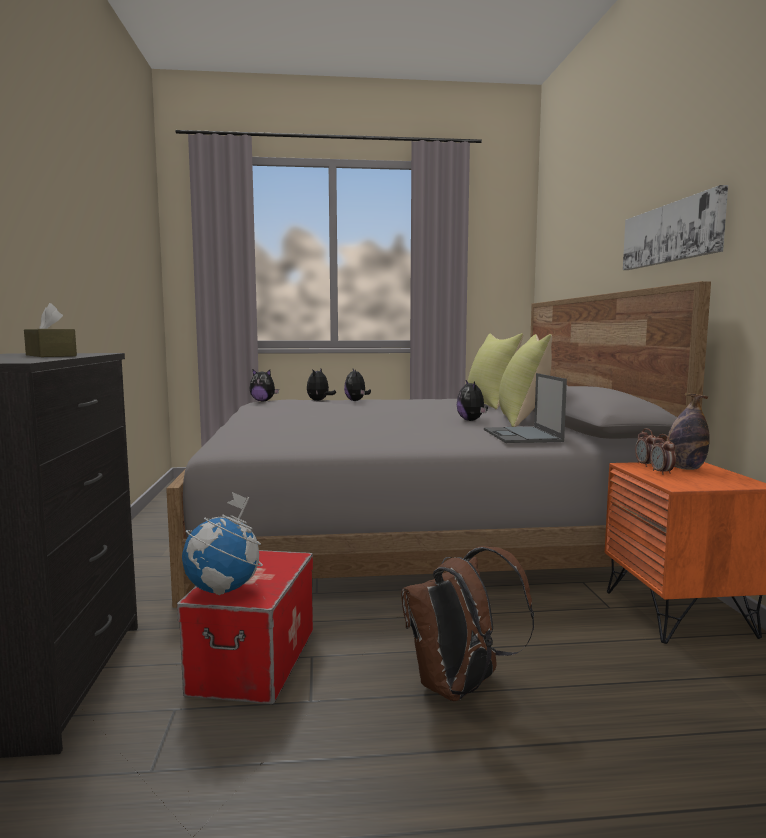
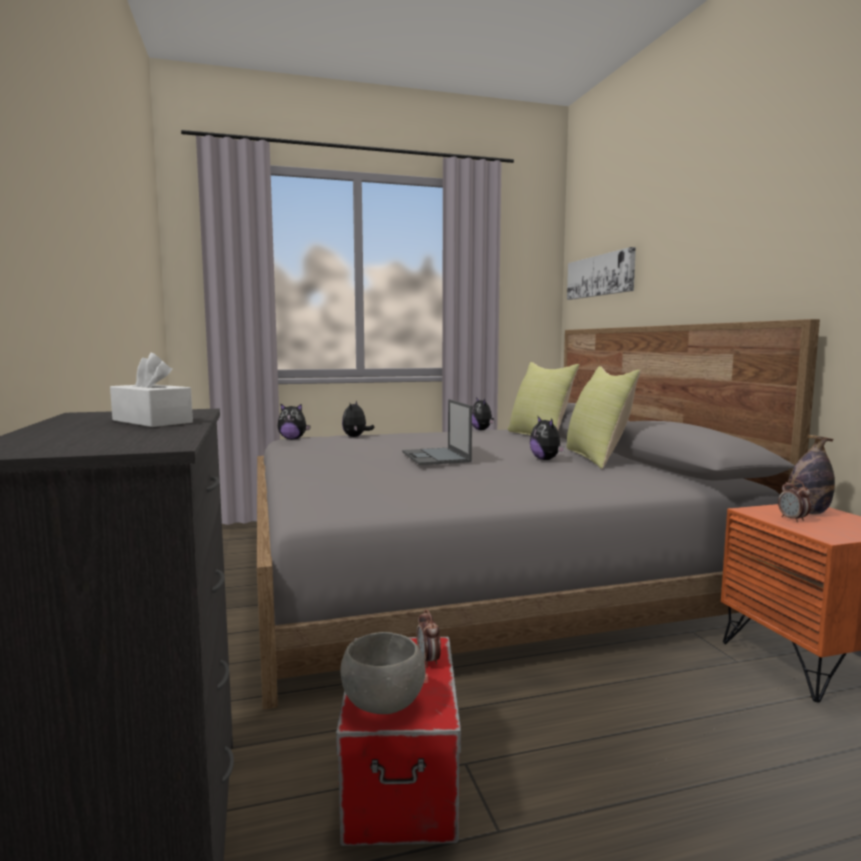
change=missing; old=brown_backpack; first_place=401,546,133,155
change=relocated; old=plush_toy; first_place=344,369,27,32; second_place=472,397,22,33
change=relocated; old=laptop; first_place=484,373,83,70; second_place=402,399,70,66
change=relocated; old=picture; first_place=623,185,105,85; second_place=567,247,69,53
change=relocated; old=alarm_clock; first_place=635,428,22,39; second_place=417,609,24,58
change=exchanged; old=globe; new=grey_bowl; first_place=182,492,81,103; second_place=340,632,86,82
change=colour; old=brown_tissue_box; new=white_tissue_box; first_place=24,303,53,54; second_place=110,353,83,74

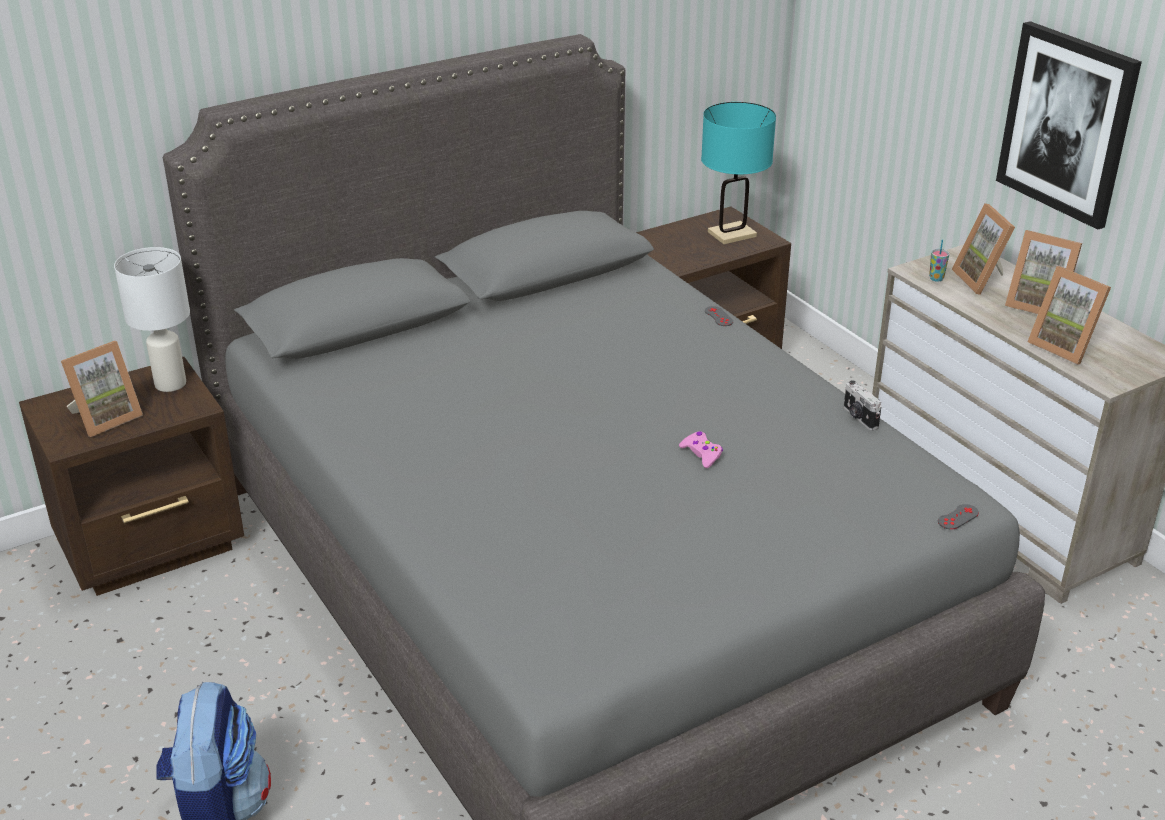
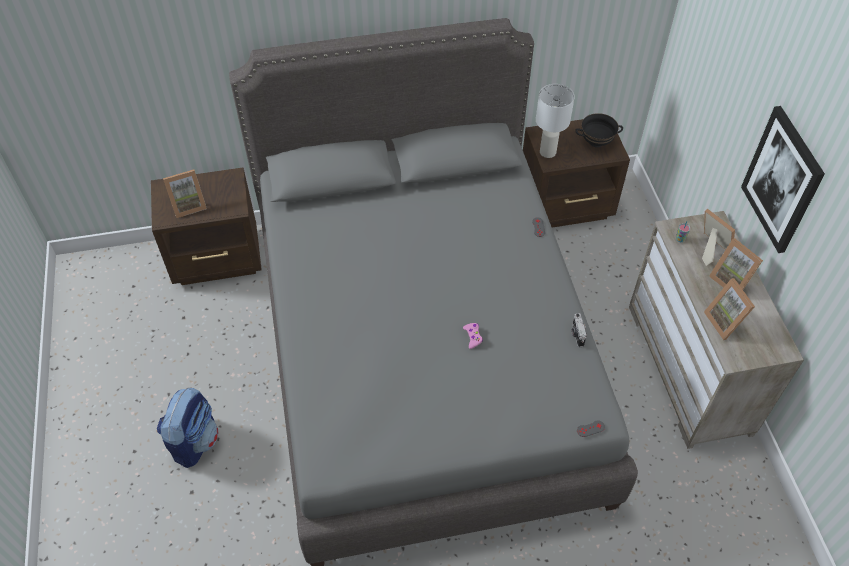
change=relocated; old=white_table_lamp; first_place=114,247,76,145; second_place=536,84,39,74
change=exchanged; old=turquoise_table_lamp; new=black_bowl; first_place=701,102,75,142; second_place=575,113,48,34
change=spun; old=picture_frame; first_place=952,203,63,92; second_place=702,208,33,58; degrees=135

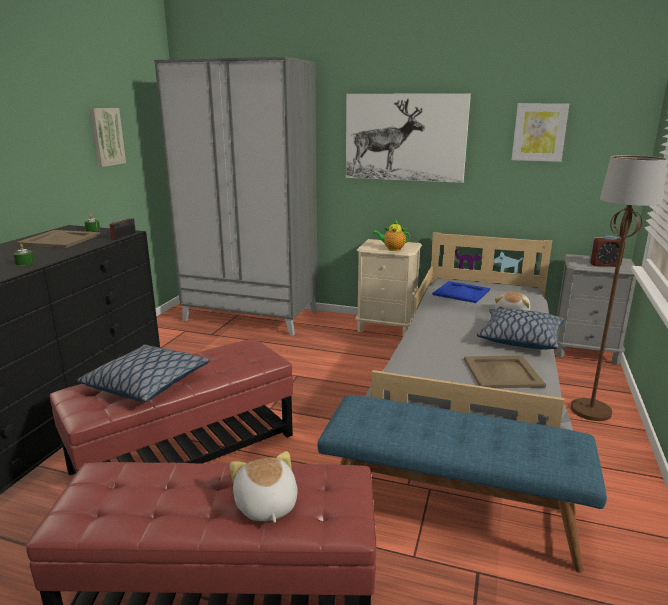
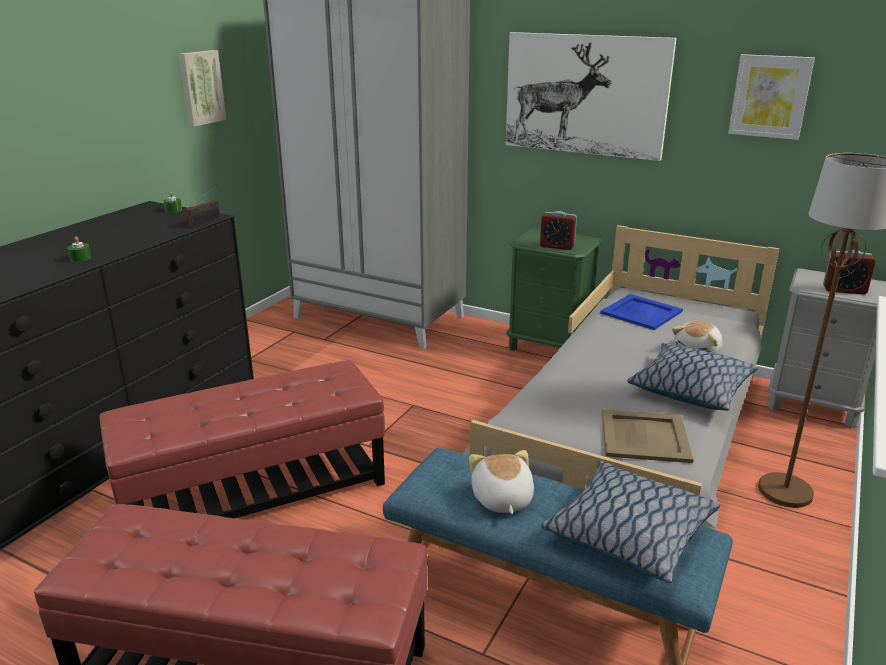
change=missing; old=beige_tray; first_place=16,230,84,18
change=relocated; old=pillow; first_place=77,345,133,57; second_place=541,461,179,122
change=relocated; old=plush_toy; first_place=229,451,69,72; second_place=469,450,65,64
change=exchanged; old=teapot; new=alarm_clock; first_place=373,220,37,31; second_place=540,211,37,39
change=colour; old=beige_nightstand; new=green_nightstand; first_place=355,239,67,97; second_place=506,228,96,123

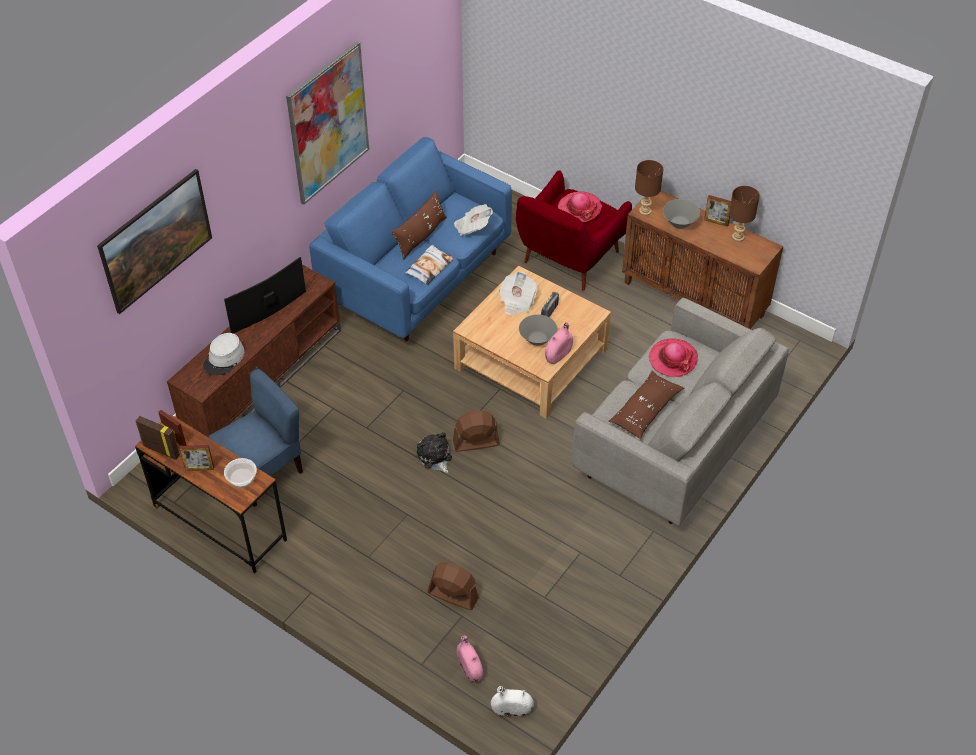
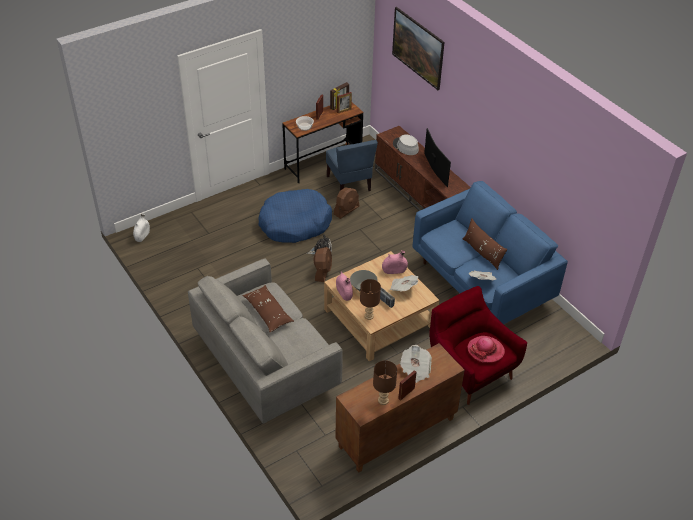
change=missing; old=picture; first_place=286,41,83,164
change=missing; old=pillow; first_place=405,245,49,40
change=missing; old=hat; first_place=649,338,49,39
change=appeared; new=blue_dog_bed; second_place=258,189,74,54
change=relocated; old=brown_fan; first_place=428,562,51,48; second_place=334,188,25,31
change=relocated; old=pink_vase; first_place=457,636,26,46; second_place=382,250,26,24
change=relocated; old=brown_table_lamp; first_place=635,160,28,56; second_place=360,279,21,41
change=exchanged; old=grey_bowl; new=newspaper; first_place=663,199,37,30; second_place=400,345,32,38

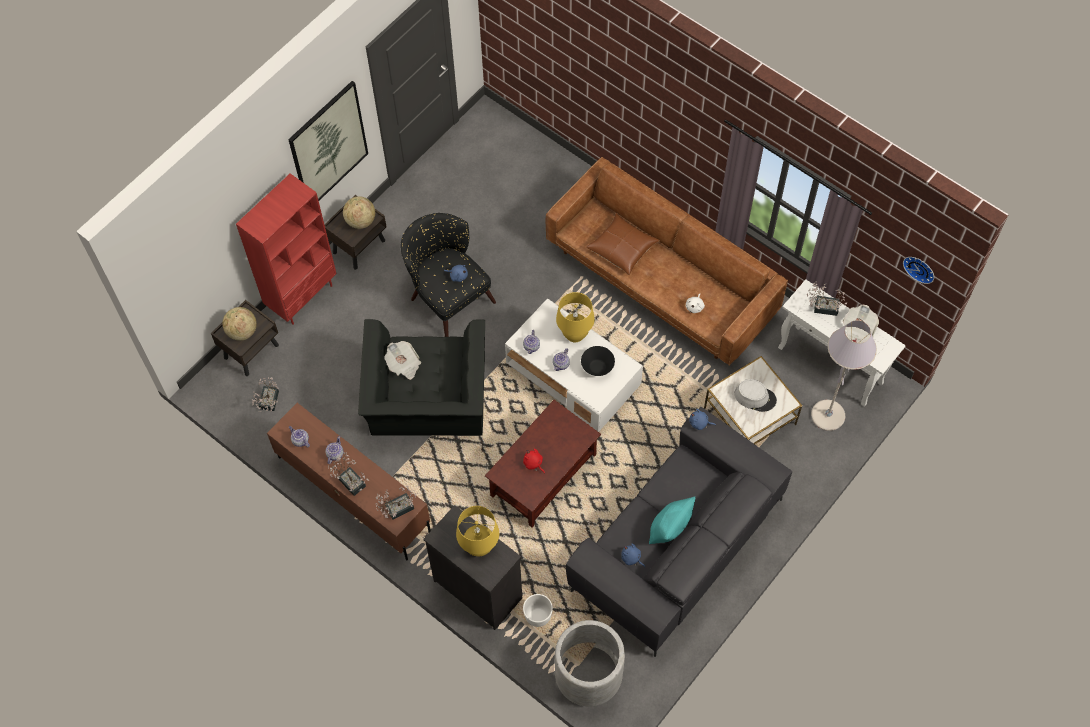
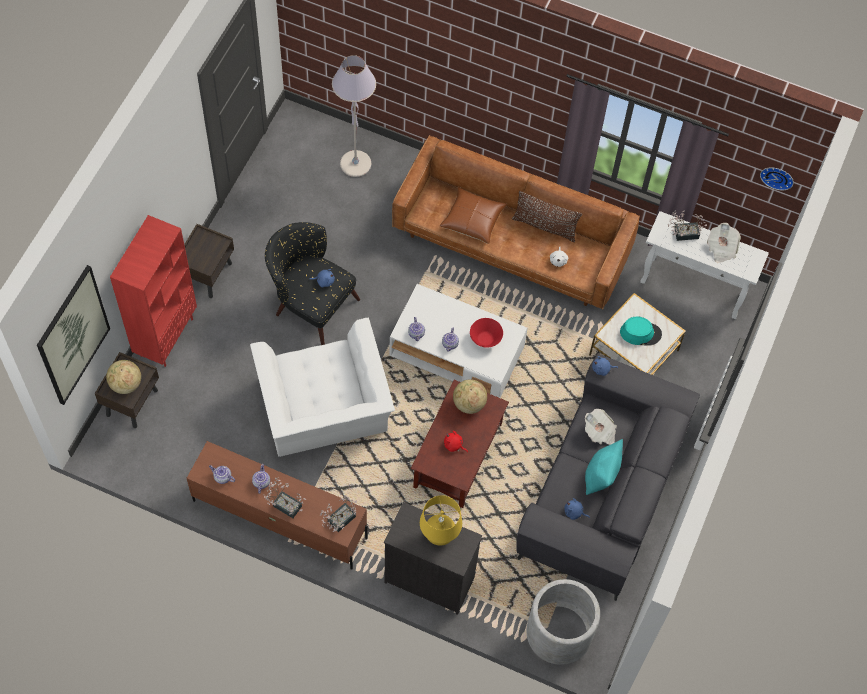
change=missing; old=potted_plant; first_place=251,377,28,35
change=missing; old=white_planter; first_place=523,594,30,33
change=missing; old=yellow_table_lamp; first_place=556,292,39,50
change=appeared; new=brown_pillow; second_place=512,191,70,51
change=relocated; old=picture; first_place=288,81,80,120; second_place=37,265,73,140
change=relocated; old=globe; first_place=343,196,32,33; second_place=453,379,34,35
change=relocated; old=newspaper; first_place=384,341,37,39; second_place=585,409,32,36
change=relocated; old=grey_floor_lamp; first_place=811,320,66,111; second_place=332,55,44,122
change=colour; old=black_armchair; new=white_armchair; first_place=358,319,127,117; second_place=250,318,145,139
change=colour; old=black_bowl; new=red_bowl; first_place=581,346,34,30; second_place=470,318,33,30
change=colour; old=grey_hat; new=turquoise_hat; first_place=735,379,42,33; second_place=620,317,42,29

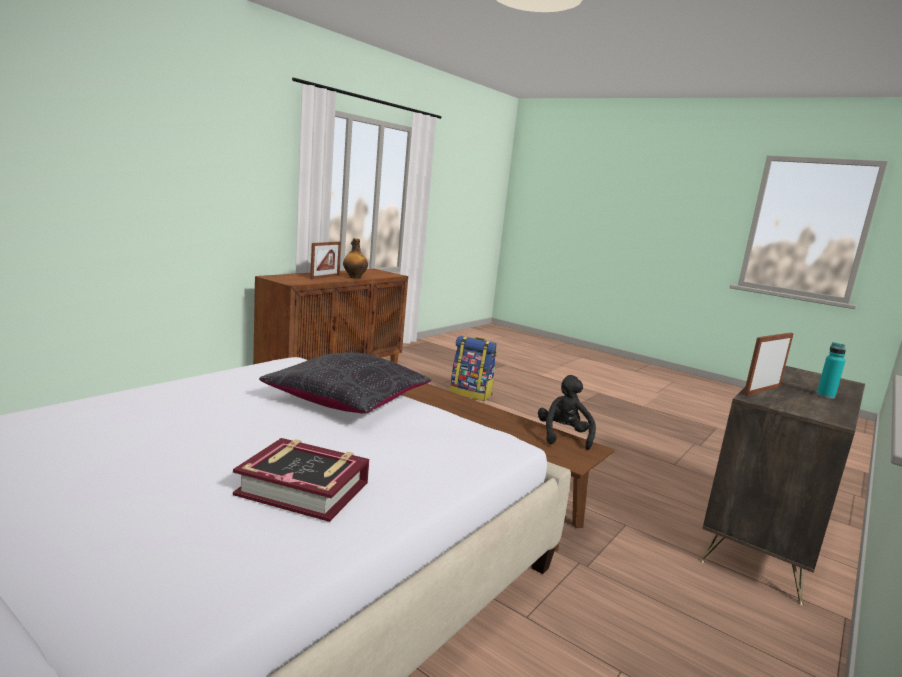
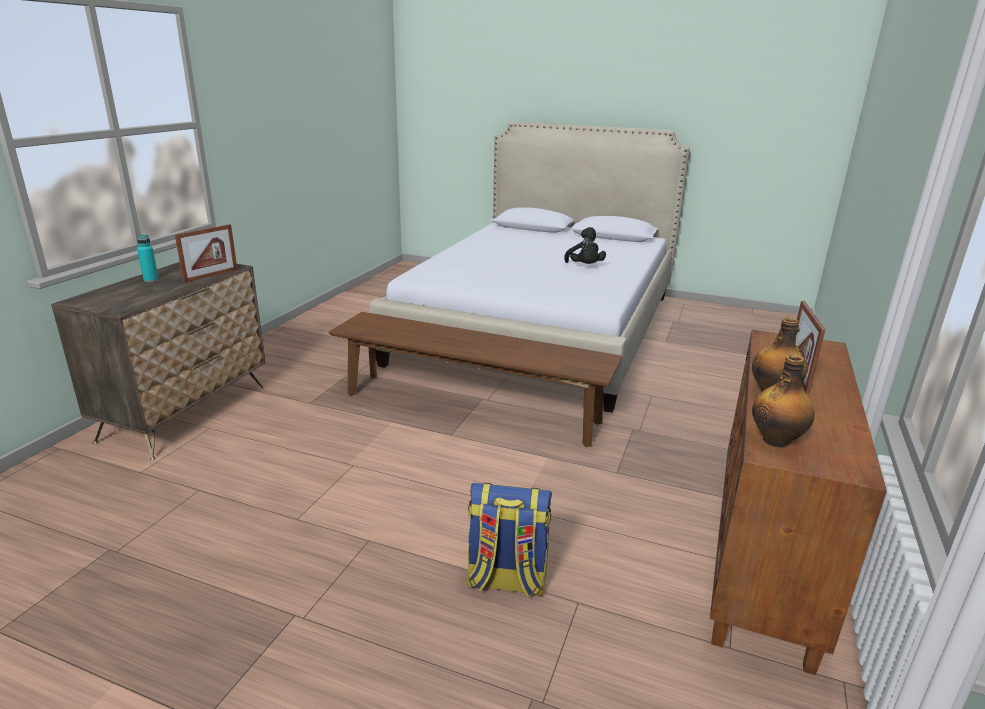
change=missing; old=book; first_place=233,438,136,84
change=missing; old=black_pillow; first_place=259,352,173,62
change=appeared; new=bottle; second_place=752,355,63,93
change=relocated; old=black_plush_toy; first_place=538,375,58,75; second_place=564,227,42,37

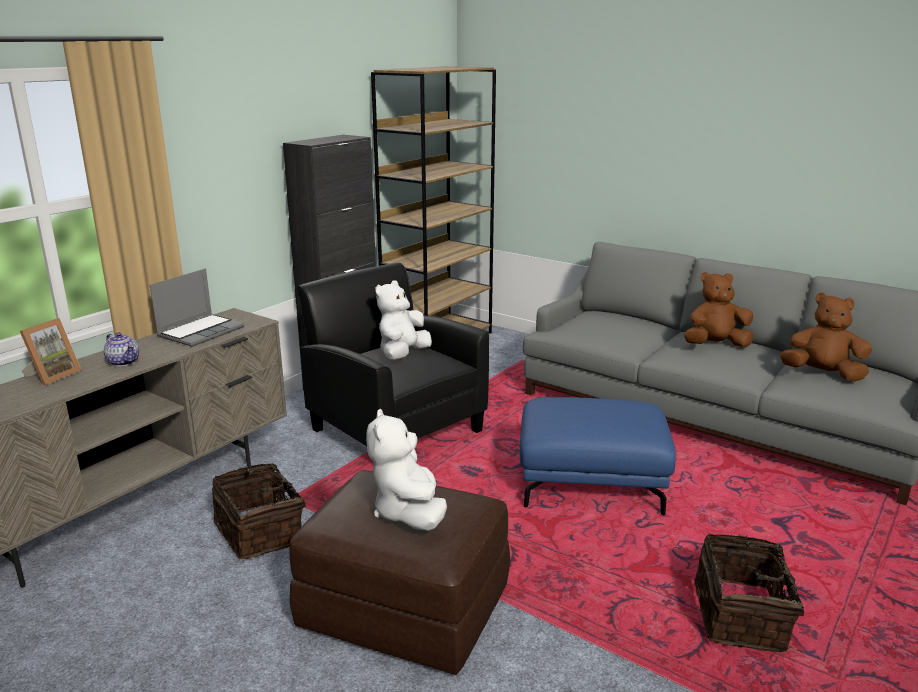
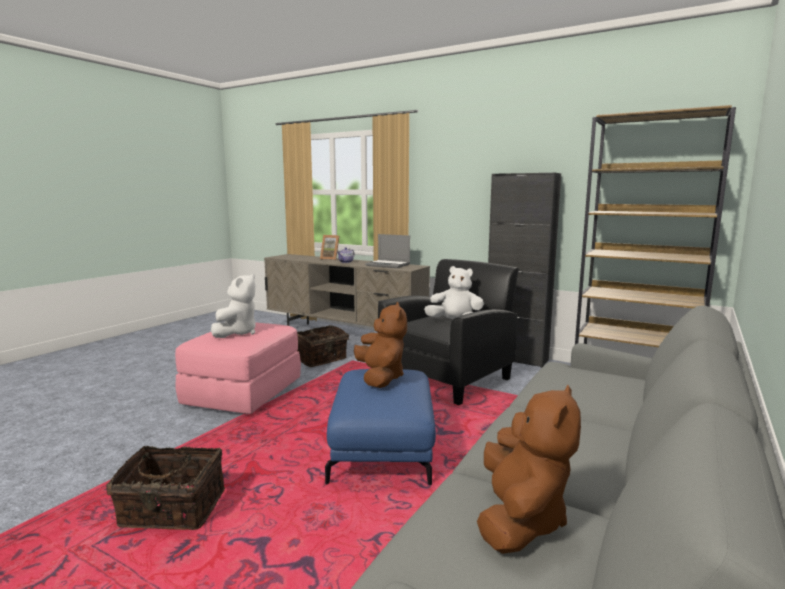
change=relocated; old=brown_plush_toy; first_place=685,272,68,75; second_place=354,302,53,86
change=colour; old=brown_ottoman; new=pink_ottoman; first_place=289,470,222,205; second_place=175,322,126,92
change=spun; old=white_plush_toy; first_place=366,409,81,122; second_place=211,274,45,64; degrees=120

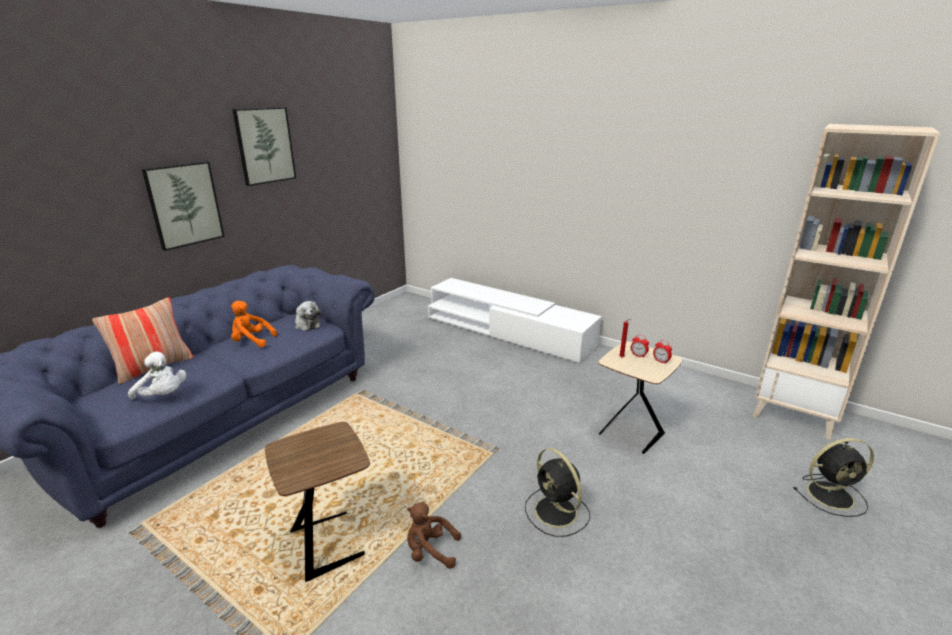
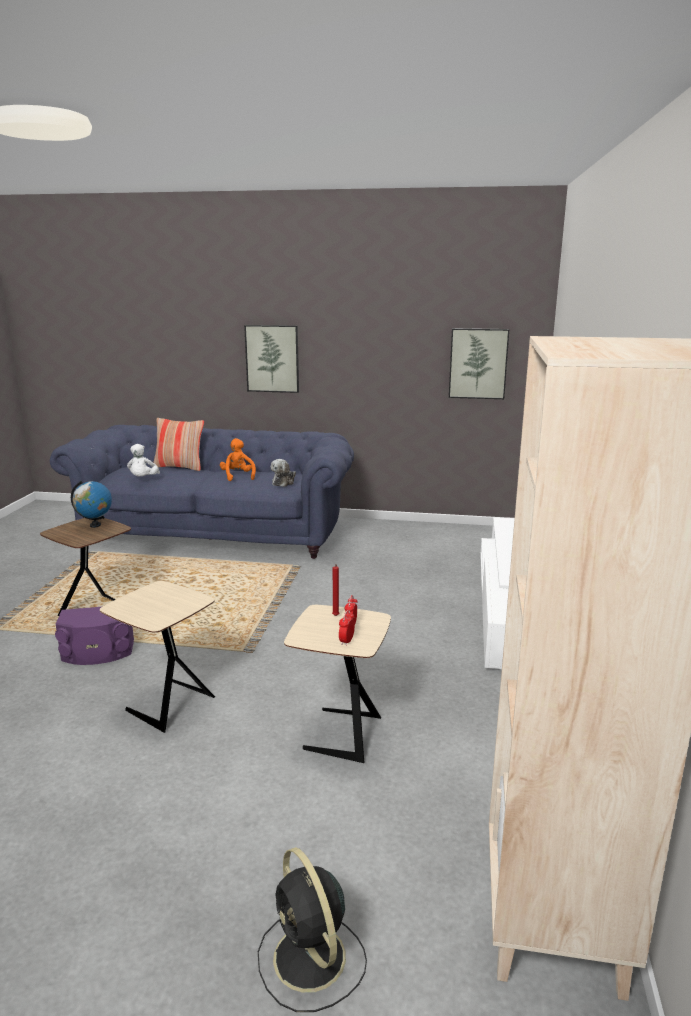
change=appeared; new=globe; second_place=71,481,41,47
change=relocated; old=picture; first_place=232,107,64,79; second_place=449,328,60,71
change=exchanged; old=brown_plush_toy; new=purple_speaker; first_place=407,502,54,67; second_place=55,607,79,58
change=exchanged; old=black_fan; new=beige_side_table; first_place=525,448,65,89; second_place=100,581,115,152

